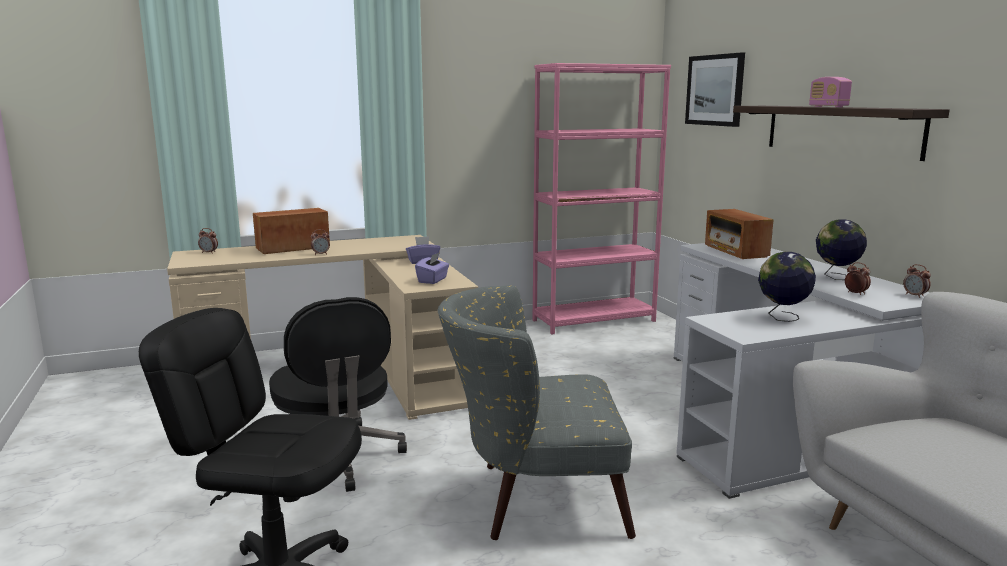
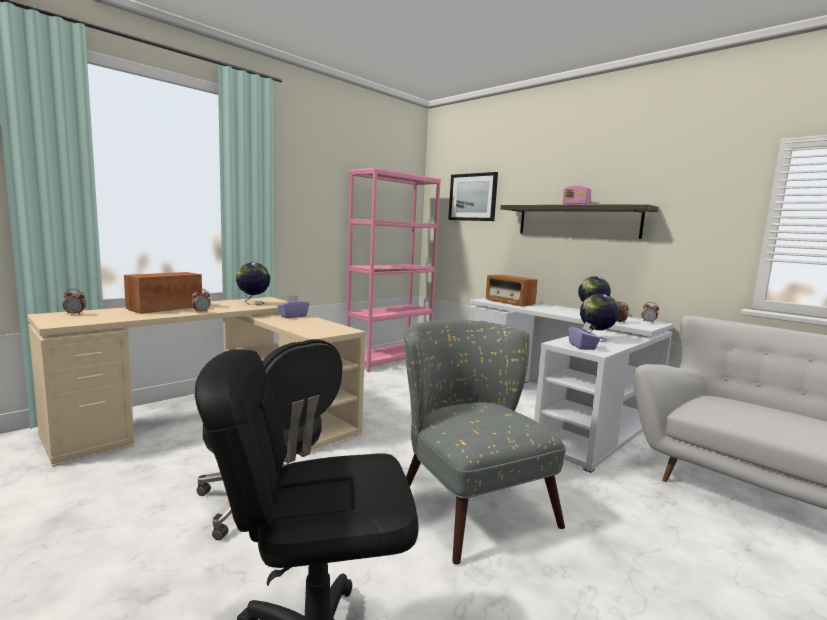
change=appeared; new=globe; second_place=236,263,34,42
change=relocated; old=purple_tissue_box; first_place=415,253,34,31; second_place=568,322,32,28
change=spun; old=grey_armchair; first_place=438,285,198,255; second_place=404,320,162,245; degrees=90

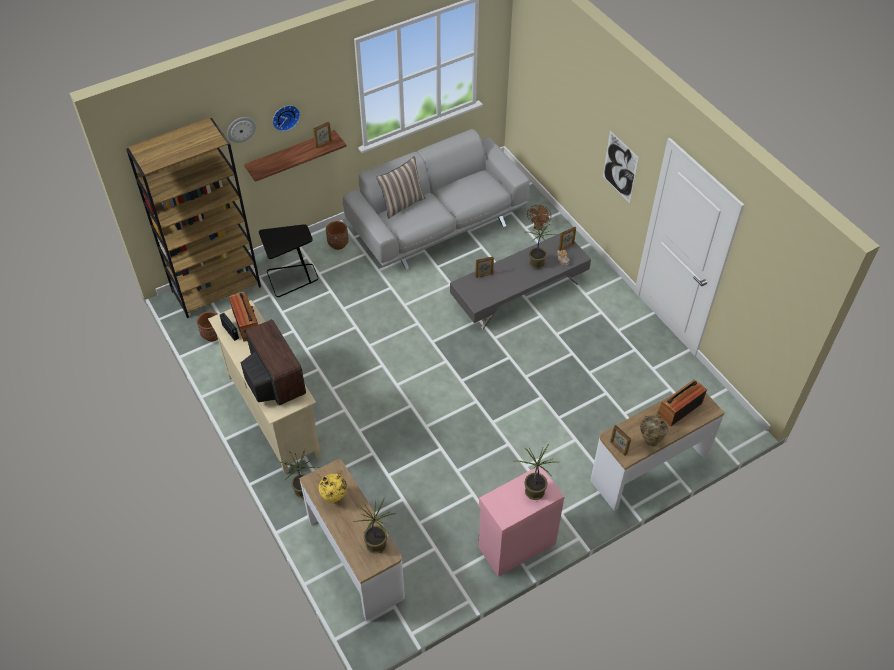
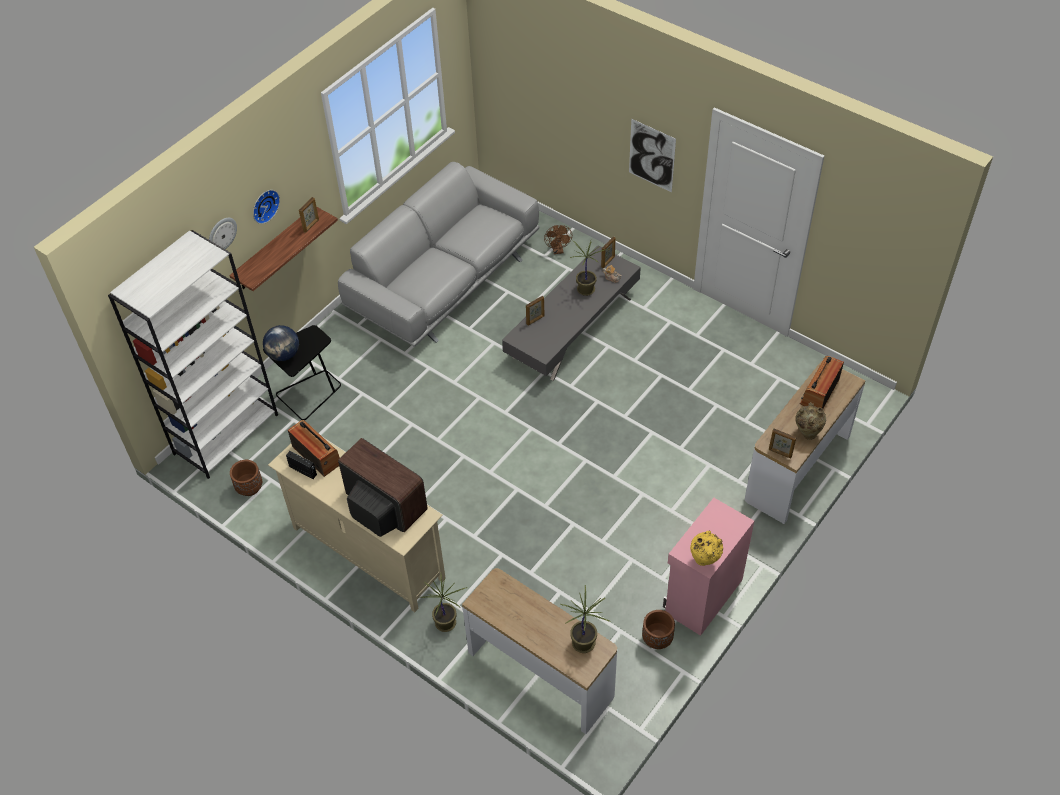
change=missing; old=pillow; first_place=376,156,50,63
change=missing; old=potted_plant; first_place=513,444,46,56
change=appeared; new=globe; second_place=263,325,36,36
change=relocated; old=yellow_vase; first_place=318,474,29,28; second_place=690,531,33,35
change=relocated; old=brown_planter; first_place=326,221,23,29; second_place=642,610,33,39
change=colour; old=brown_bookcase; new=white_bookcase; first_place=126,118,135,200; second_place=108,230,170,249

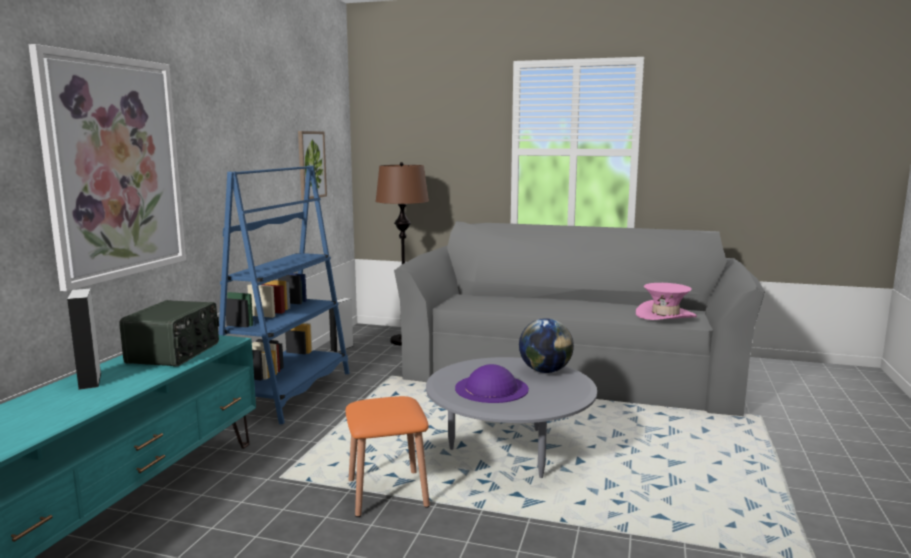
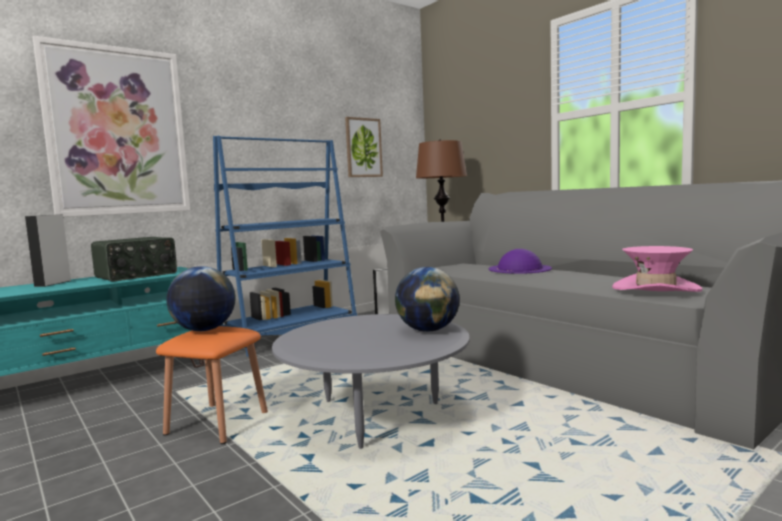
change=appeared; new=globe; second_place=166,266,69,65
change=relocated; old=purple_hat; first_place=455,364,74,39; second_place=489,249,63,25

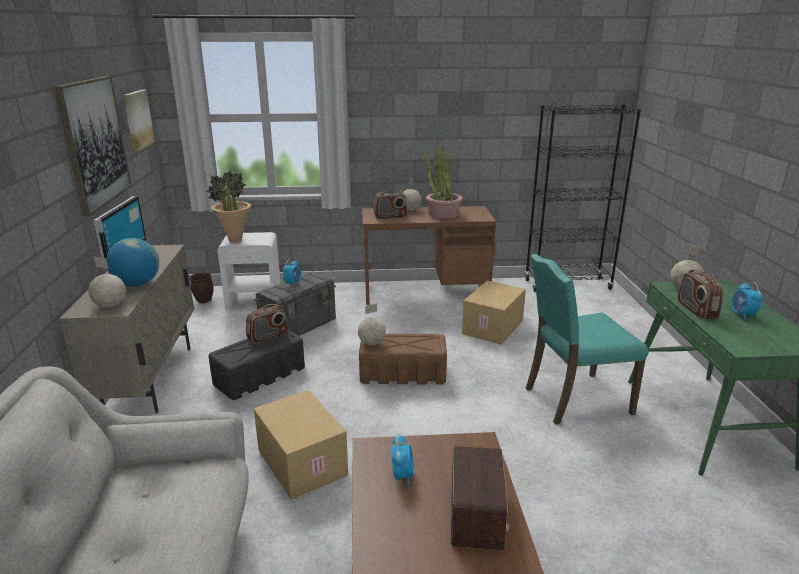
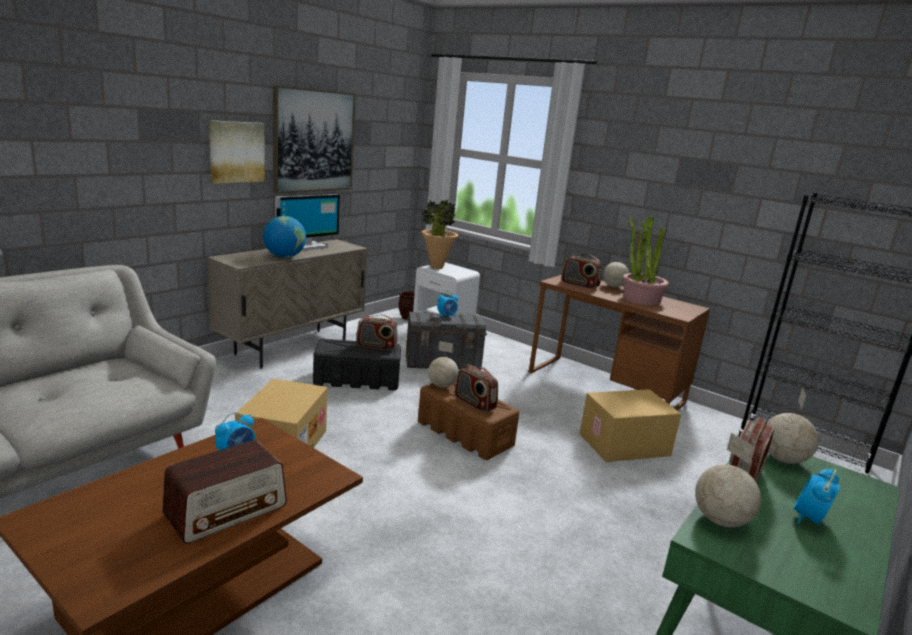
change=missing; old=turquoise_chair; first_place=526,254,123,170
change=appeared; new=radio; second_place=455,365,43,47
change=relocated; old=globe; first_place=88,257,38,51; second_place=695,433,66,94
change=relocated; old=picture; first_place=123,90,32,61; second_place=209,120,56,64

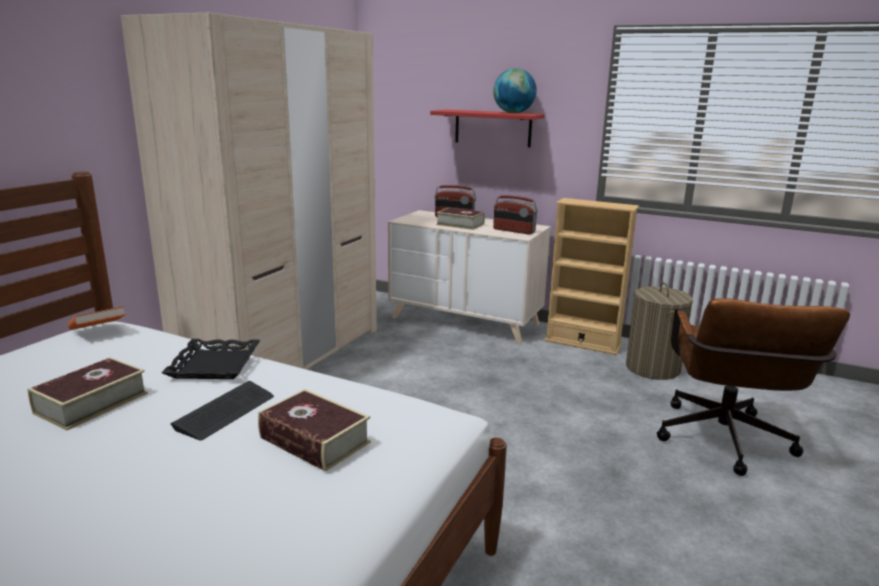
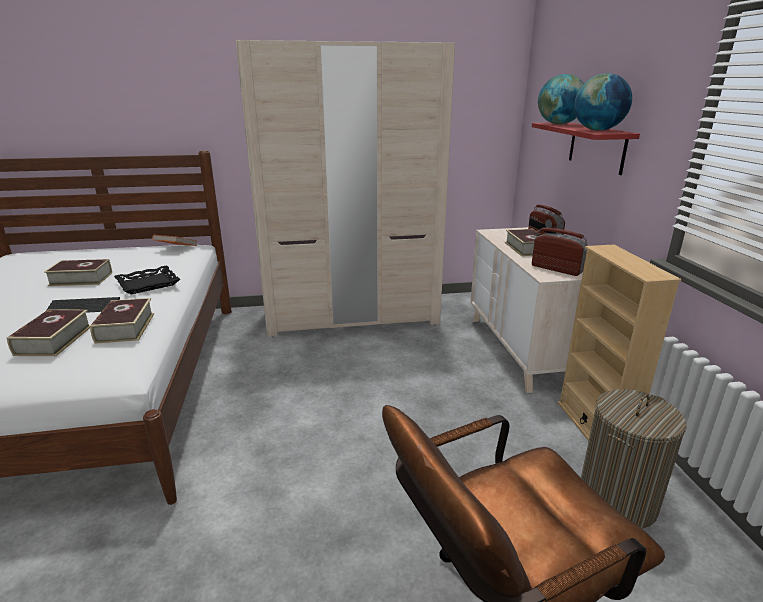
change=appeared; new=book; second_place=90,298,64,46
change=appeared; new=globe; second_place=538,74,46,50
change=spun; old=radio; first_place=493,195,44,39; second_place=532,228,55,48; degrees=135

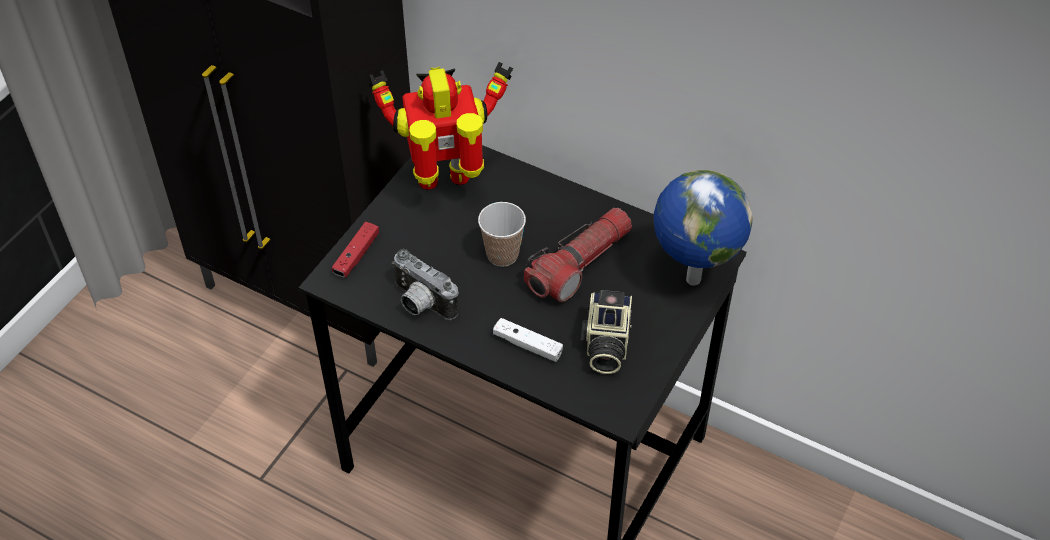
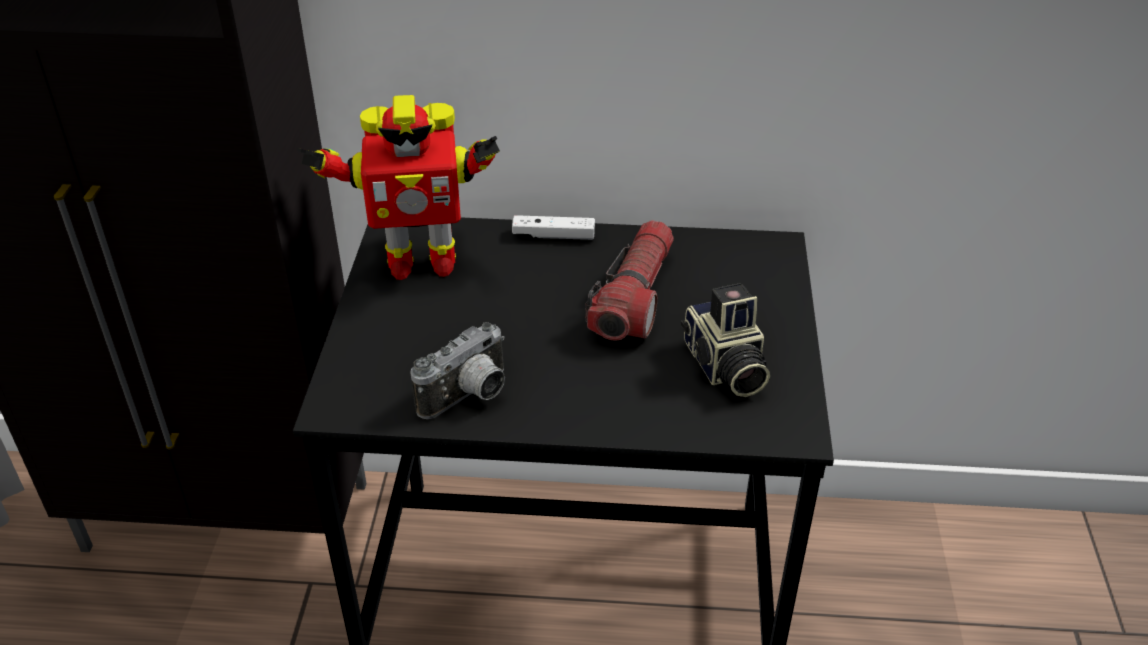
change=missing; old=red_game_controller; first_place=332,222,47,55
change=missing; old=cup; first_place=478,202,48,65
change=missing; old=globe; first_place=653,170,100,116
change=relocated; old=white_game_controller; first_place=493,318,70,44; second_place=512,215,83,25
change=spun; old=toy_robot; first_place=368,62,145,128; second_place=297,95,203,185; degrees=-150
change=spun; old=photo_camera; first_place=392,249,67,71; second_place=411,322,94,97; degrees=-60

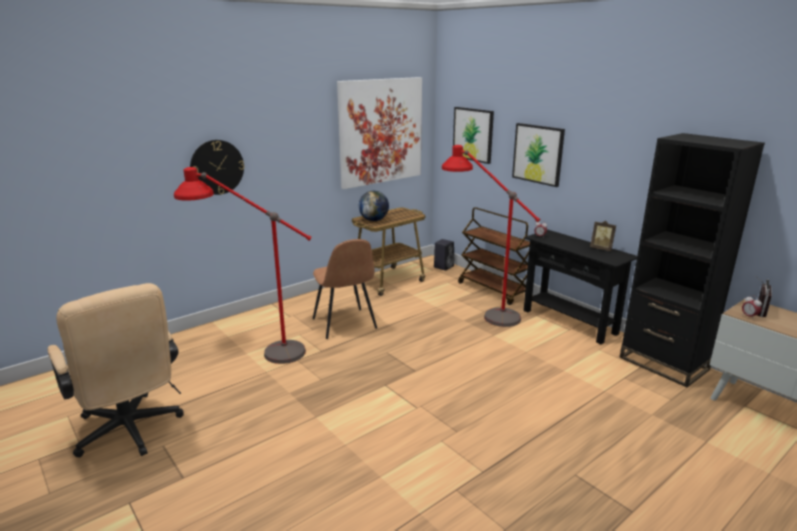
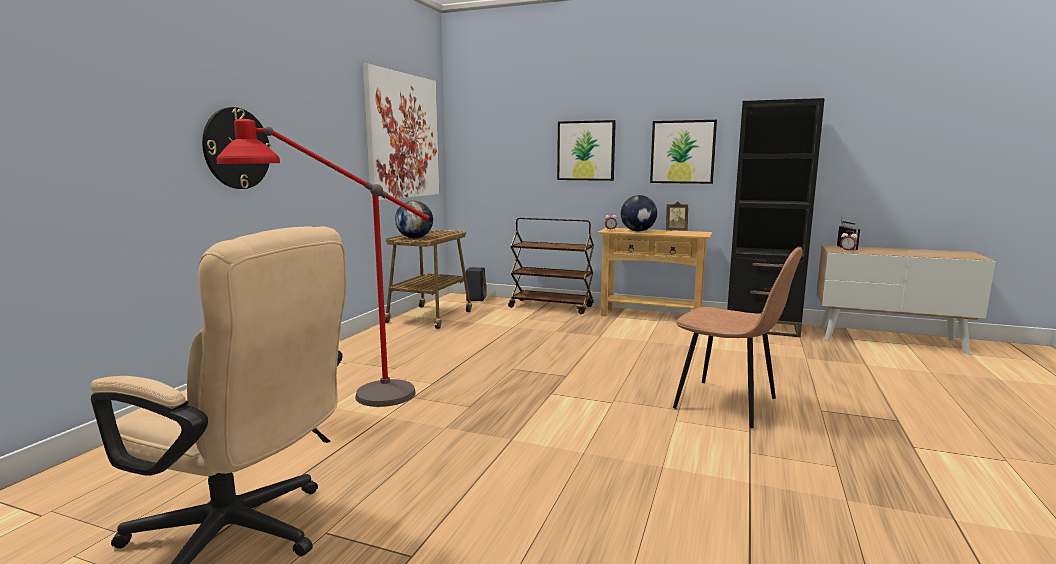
change=missing; old=red_floor_lamp; first_place=442,145,98,182
change=appeared; new=globe; second_place=621,195,36,36
change=relocated; old=brown_chair; first_place=313,239,64,100; second_place=673,247,130,181
change=relocated; old=picture; first_place=453,107,41,57; second_place=650,120,67,64
change=colour; old=black_console_table; new=beige_console_table; first_place=524,230,113,114; second_place=597,228,115,88

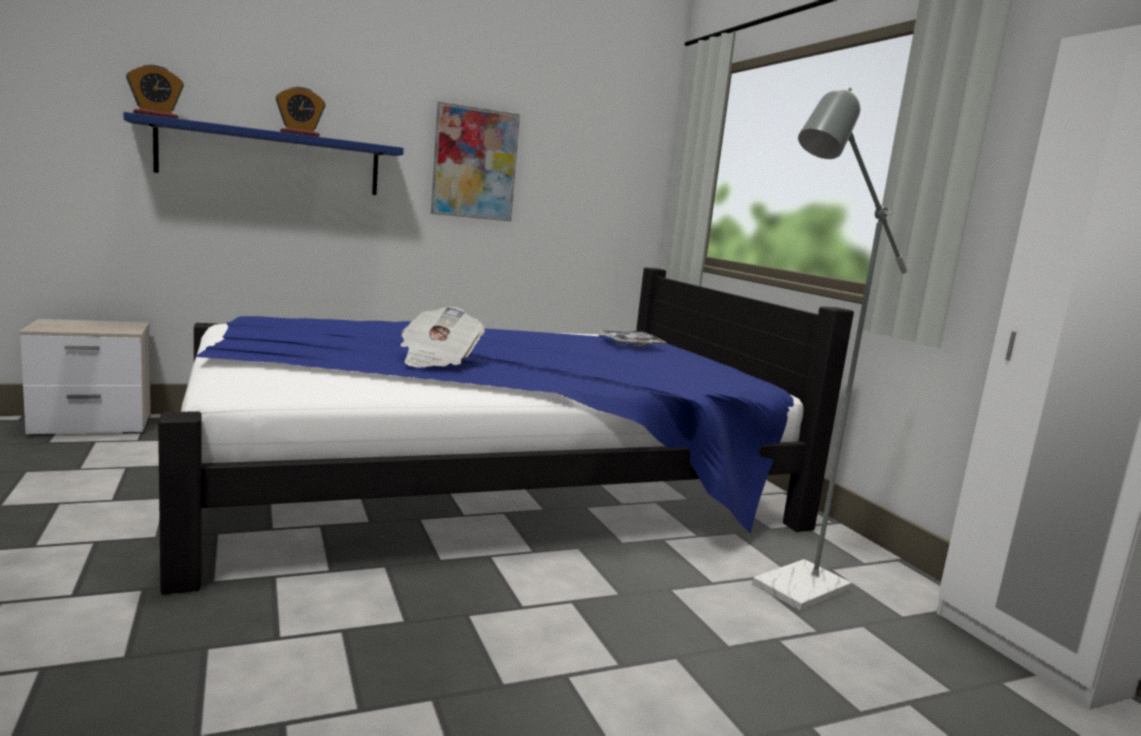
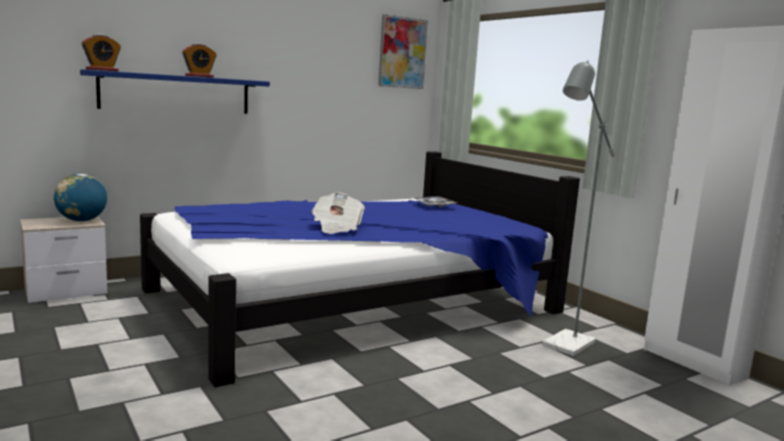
change=appeared; new=globe; second_place=54,174,53,48
change=relocated; old=picture; first_place=431,102,89,119; second_place=378,14,50,75

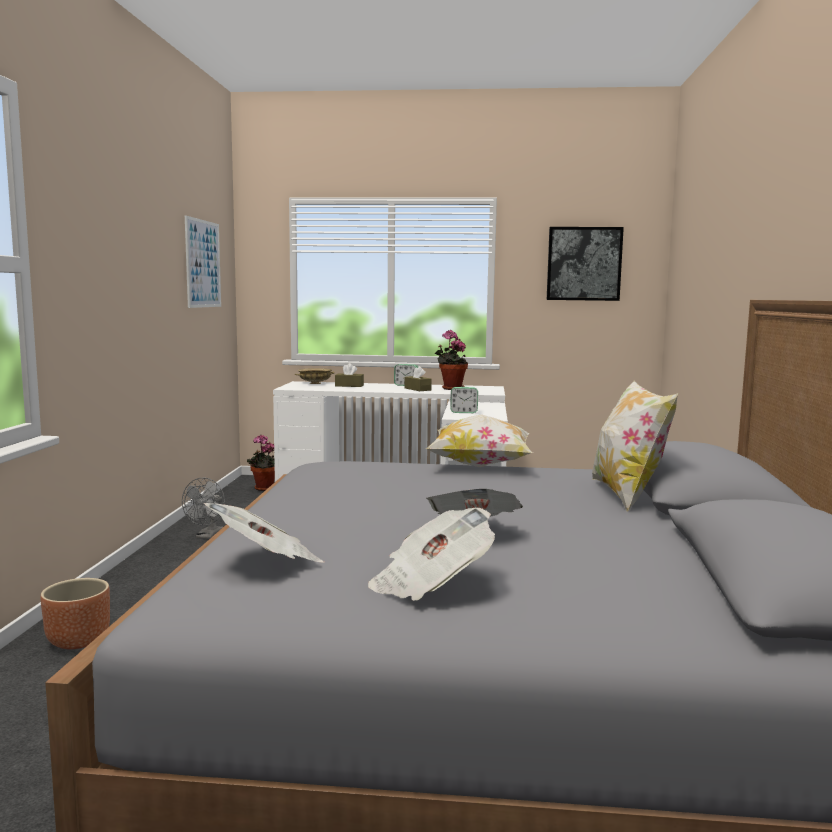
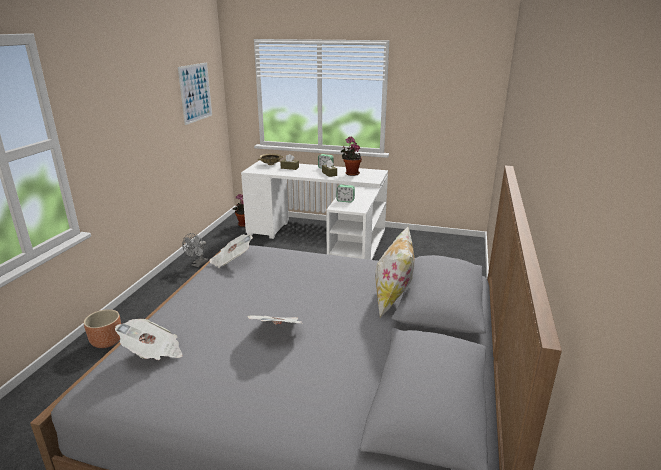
change=missing; old=pillow; first_place=426,414,107,53
change=missing; old=picture; first_place=547,227,77,74
change=relocated; old=newspaper; first_place=368,508,127,93; second_place=209,234,44,34

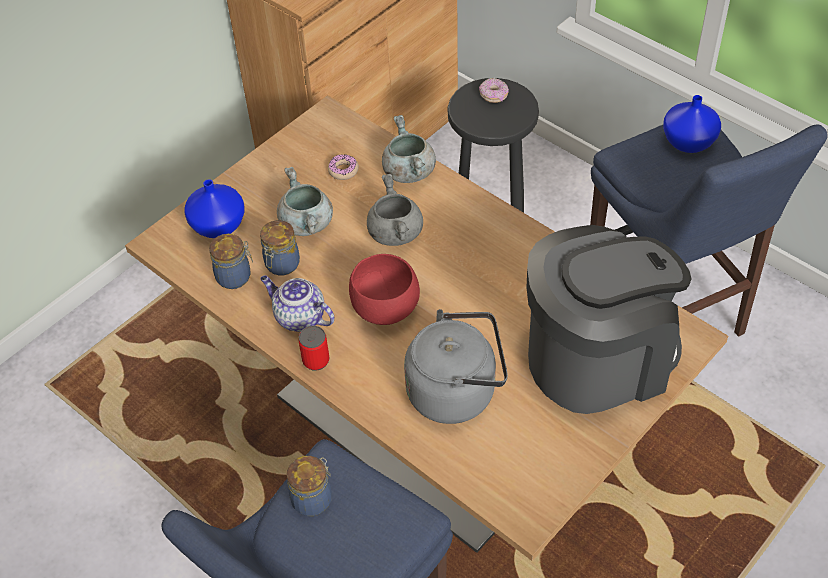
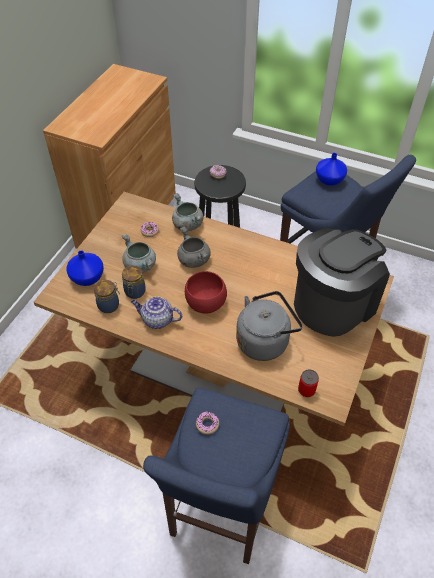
change=relocated; old=can; first_place=299,326,31,45; second_place=298,369,21,28
change=exchanged; old=jar; new=donut; first_place=287,456,45,60; second_place=196,412,23,23

